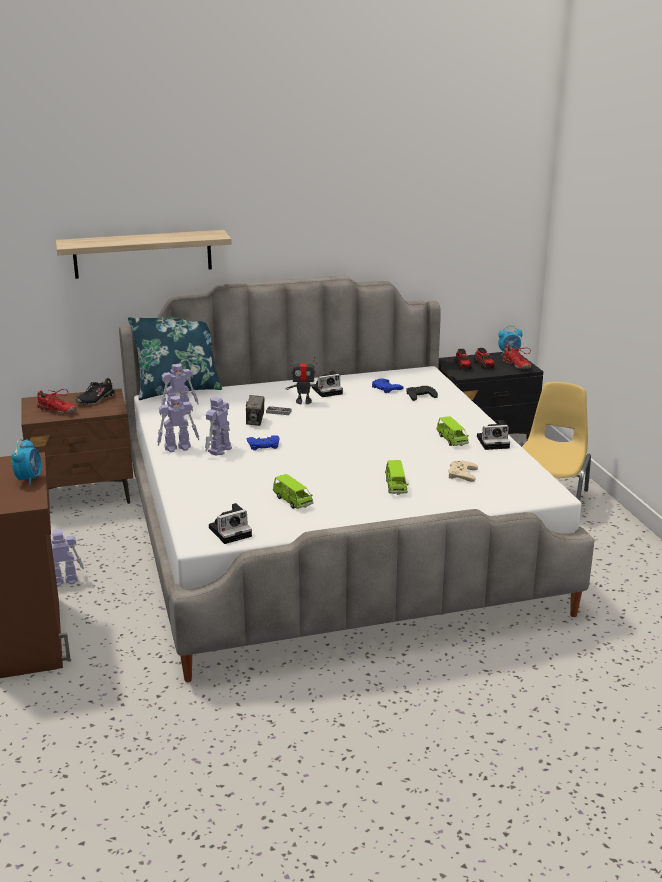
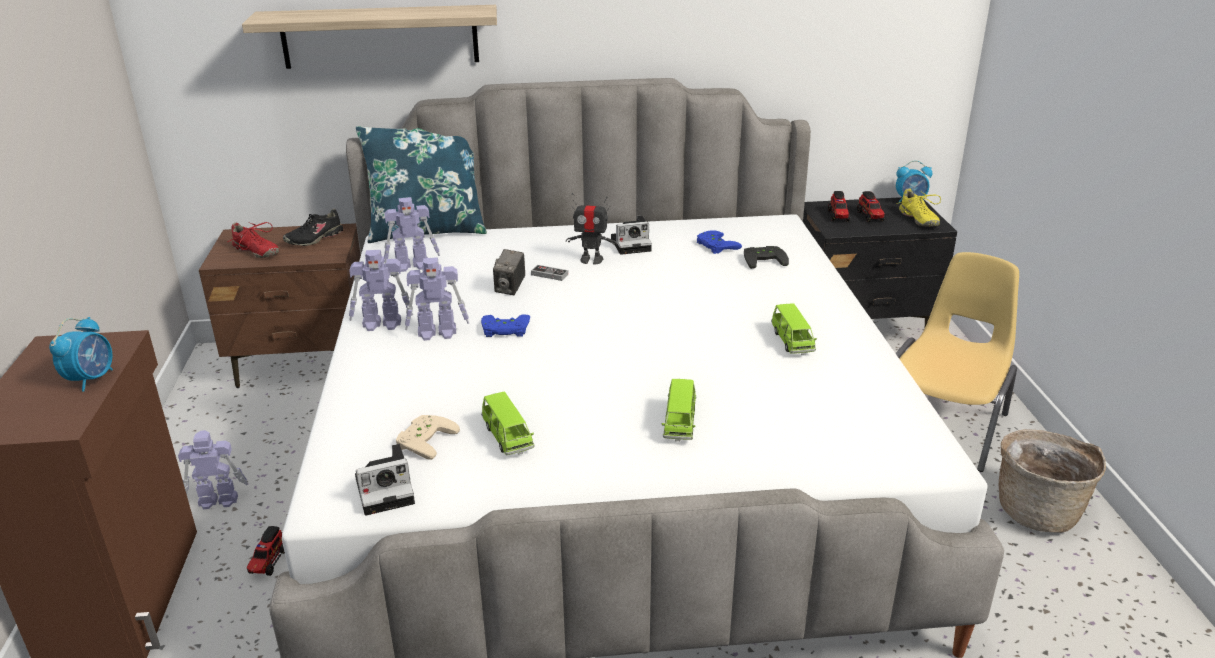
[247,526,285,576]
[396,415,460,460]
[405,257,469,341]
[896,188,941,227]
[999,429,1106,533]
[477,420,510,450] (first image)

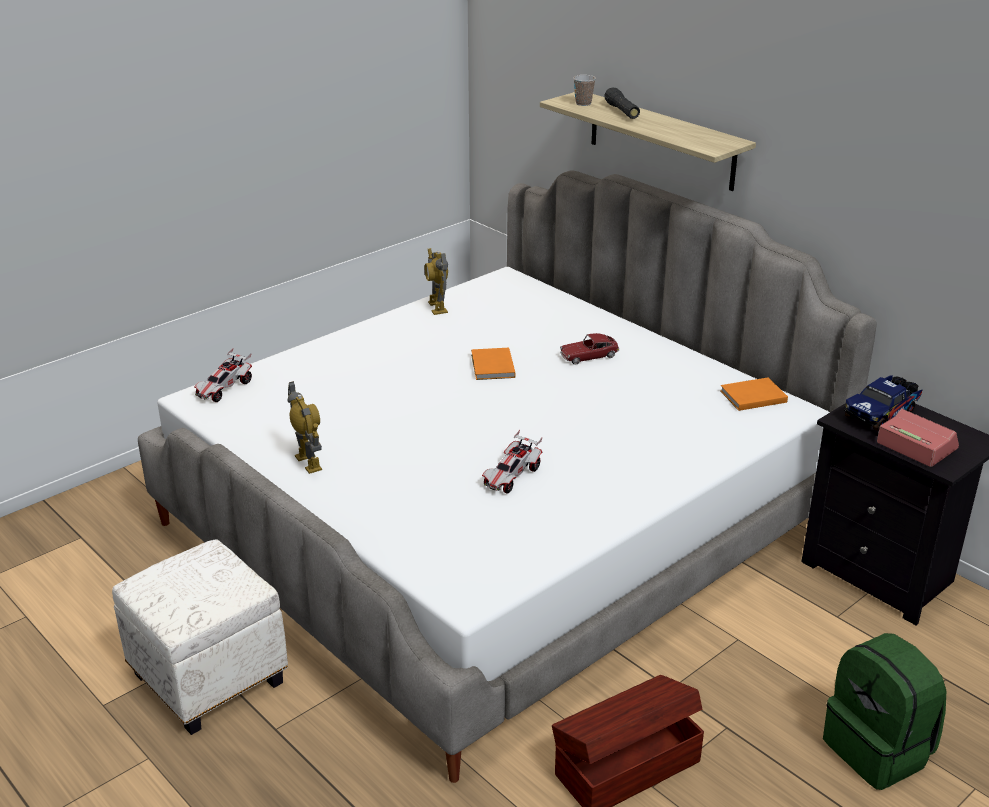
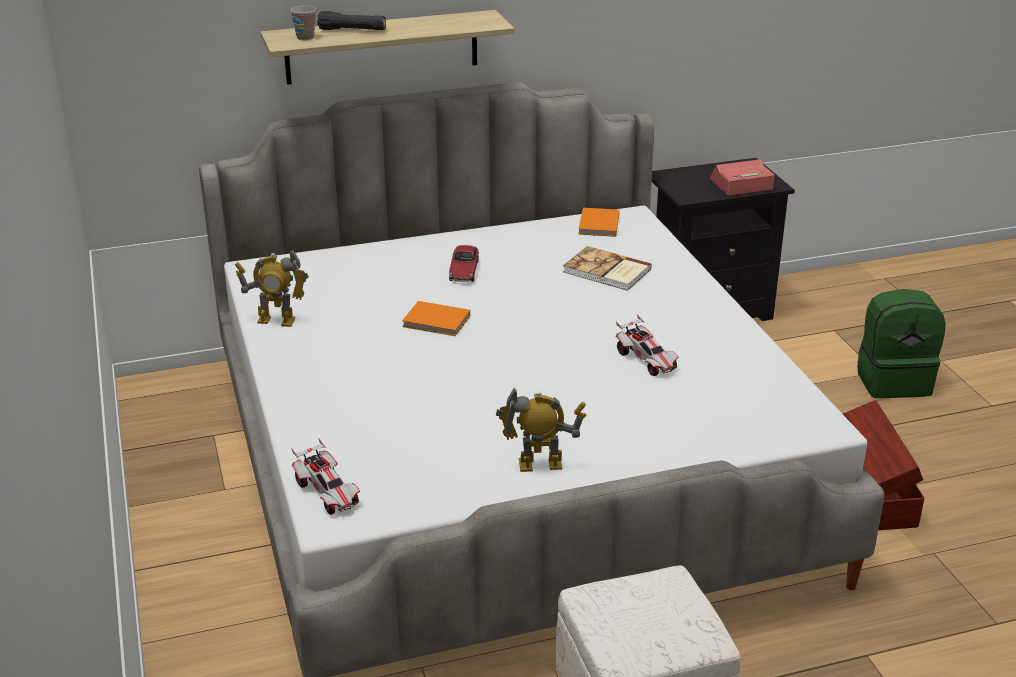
[563,246,652,291]
[844,375,923,432] (first image)

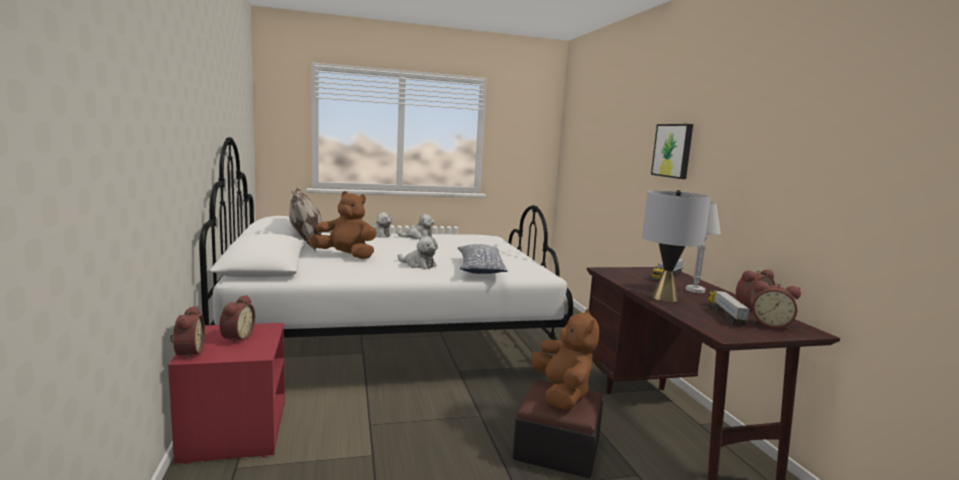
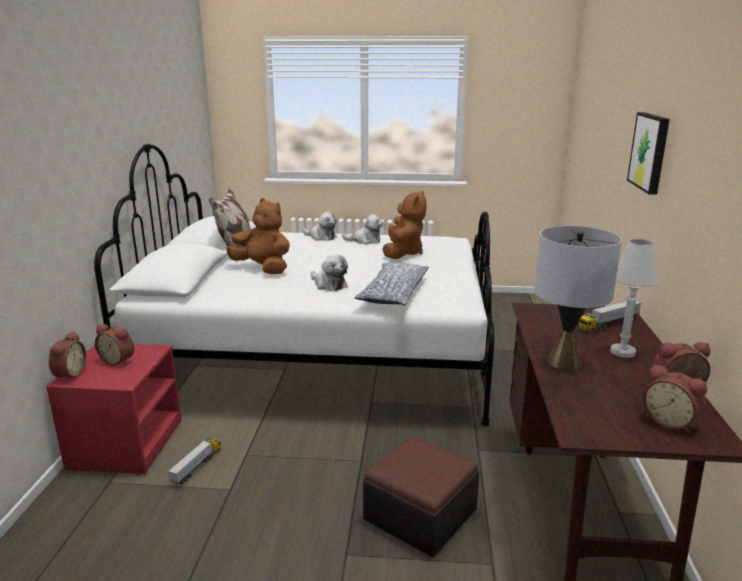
[95,324,134,365]
[168,438,221,485]
[382,190,427,259]

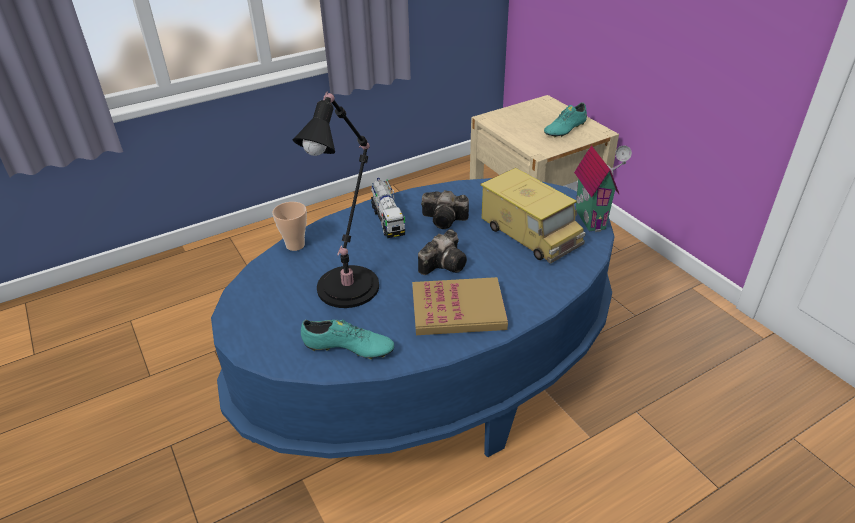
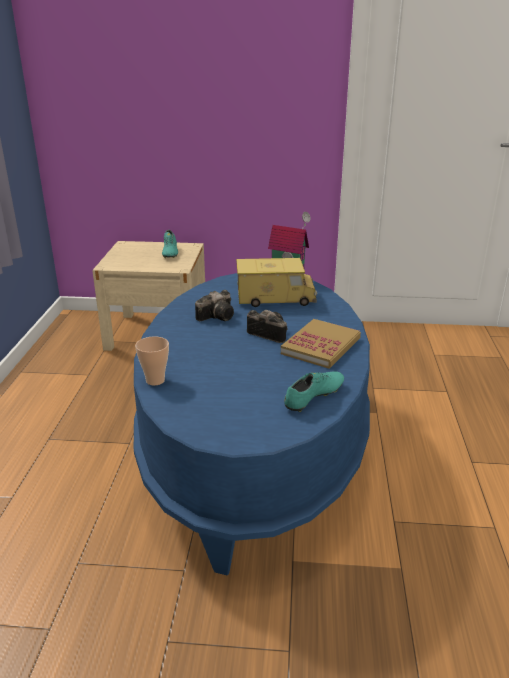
[247,310,287,343]
[293,91,379,308] (first image)
[371,178,405,238] (first image)

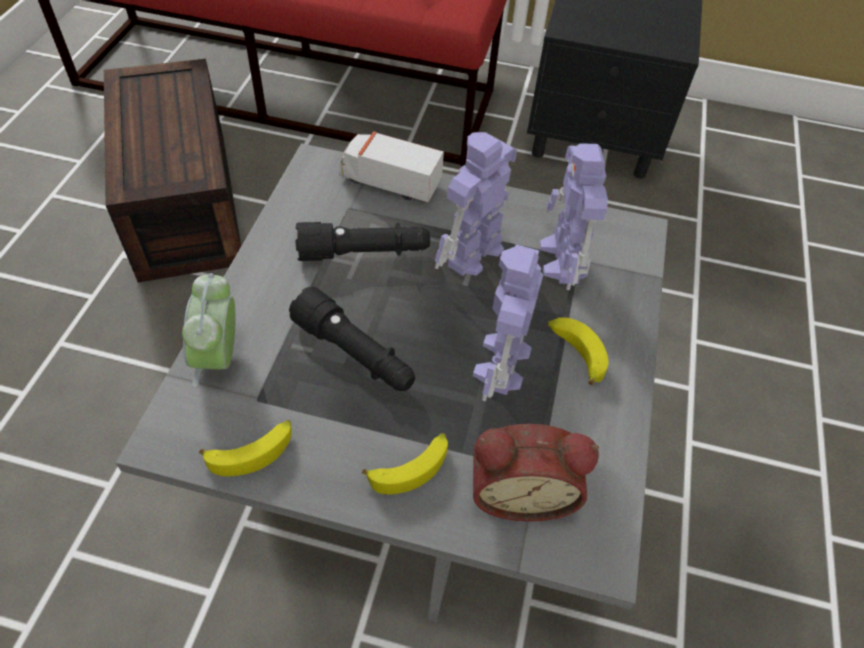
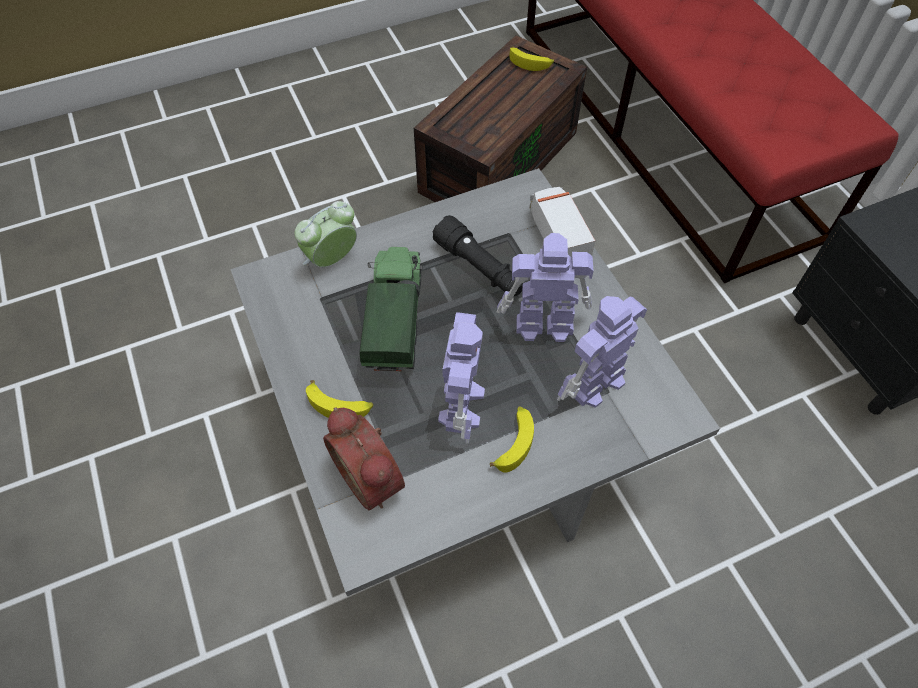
[360,247,423,372]
[438,312,485,444]
[510,46,554,71]

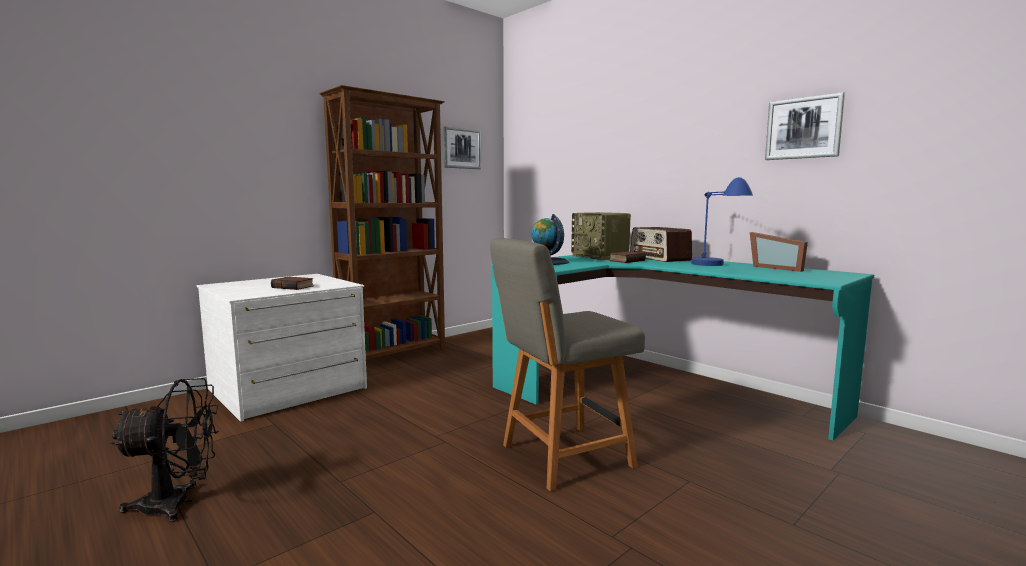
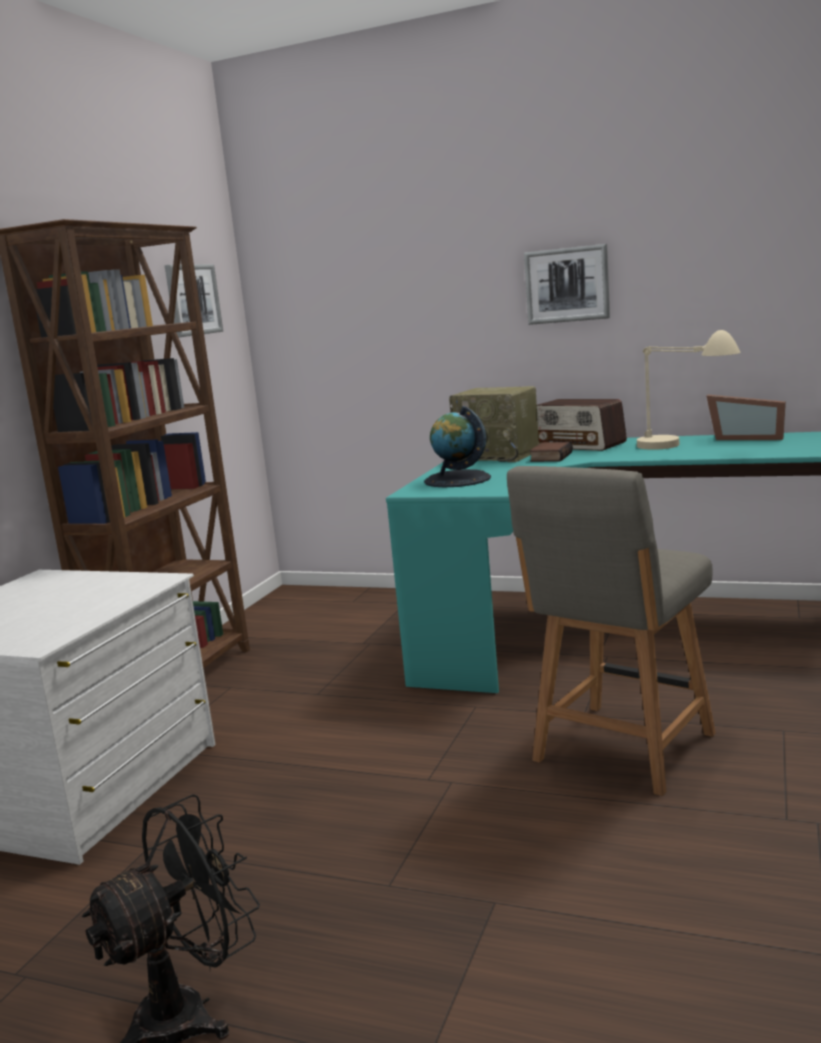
[524,244,610,325]
[637,330,741,450]
[271,277,314,290] (first image)

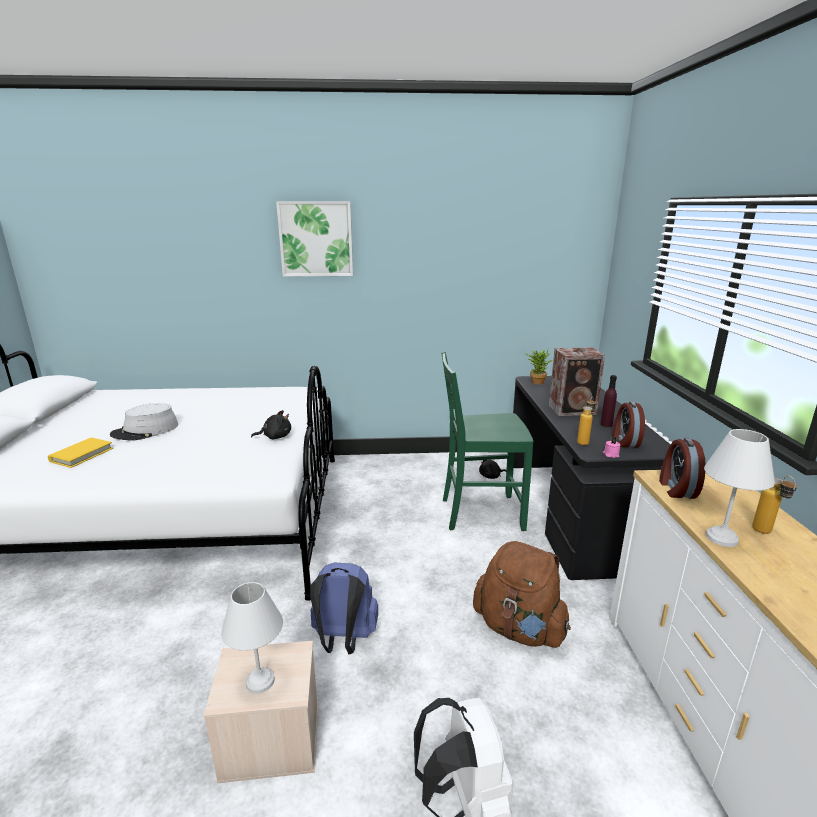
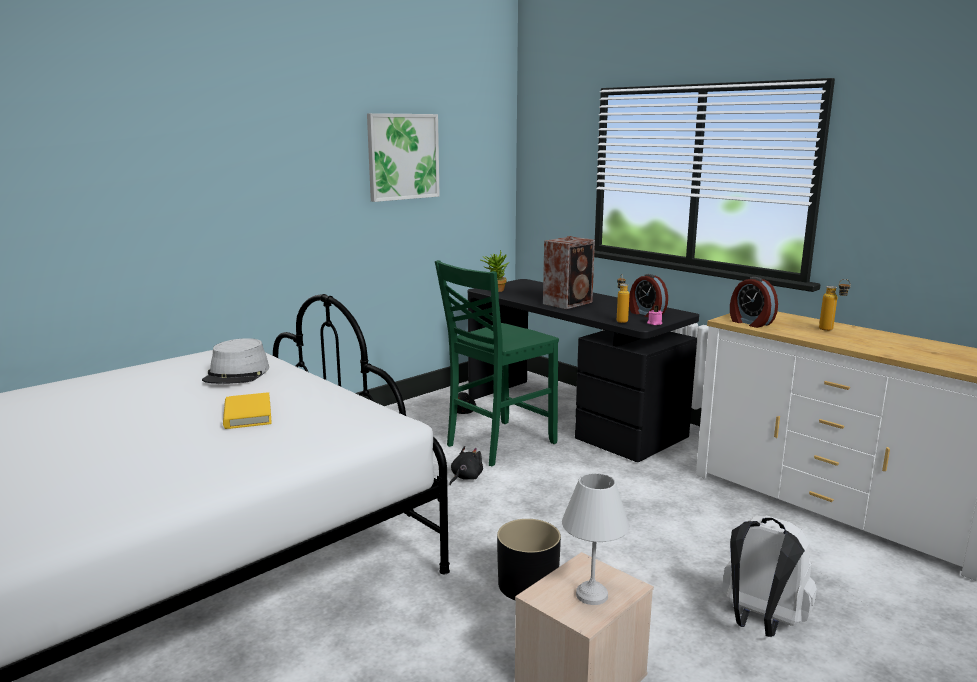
[202,338,269,384]
[223,392,272,429]
[367,113,440,202]
[450,446,483,485]
[497,519,561,601]
[473,541,571,648] (first image)
[600,375,617,427] (first image)
[704,429,775,547] (first image)

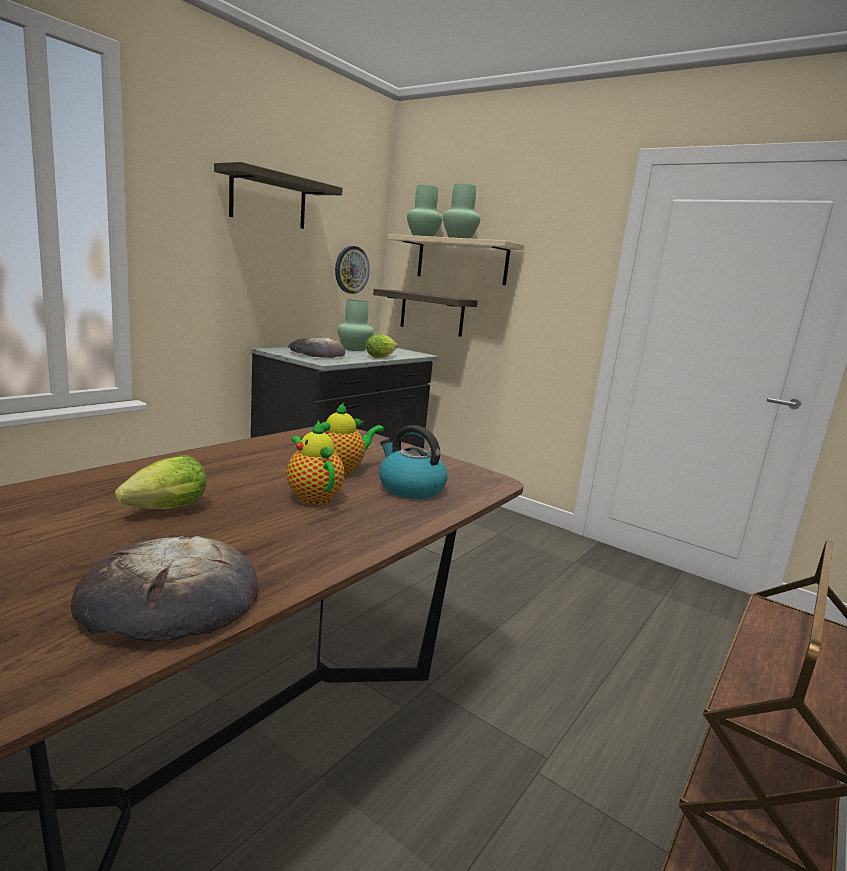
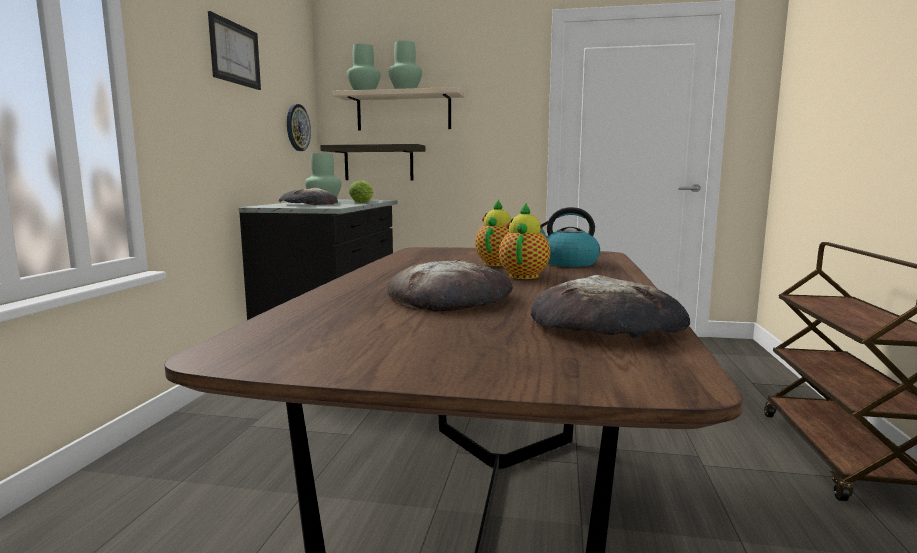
[208,11,261,90]
[387,260,513,312]
[499,203,550,279]

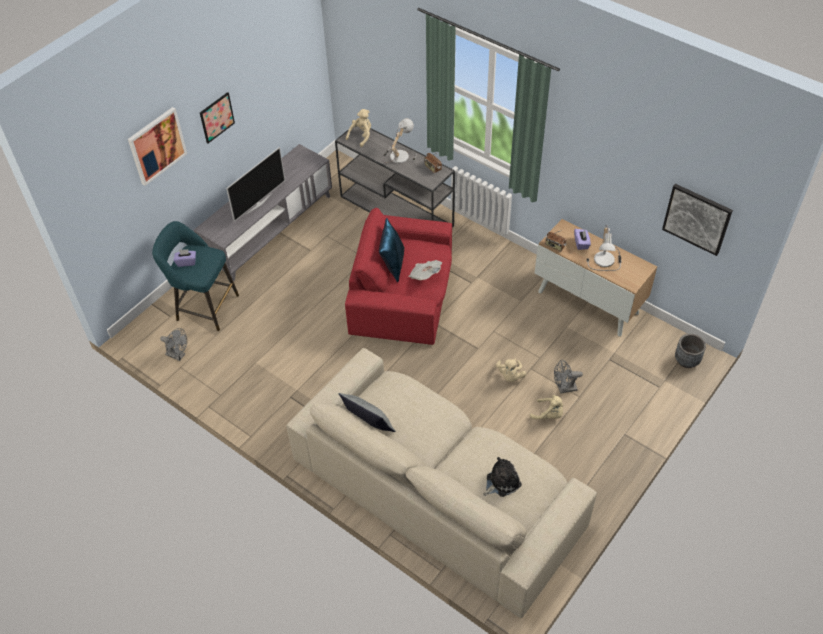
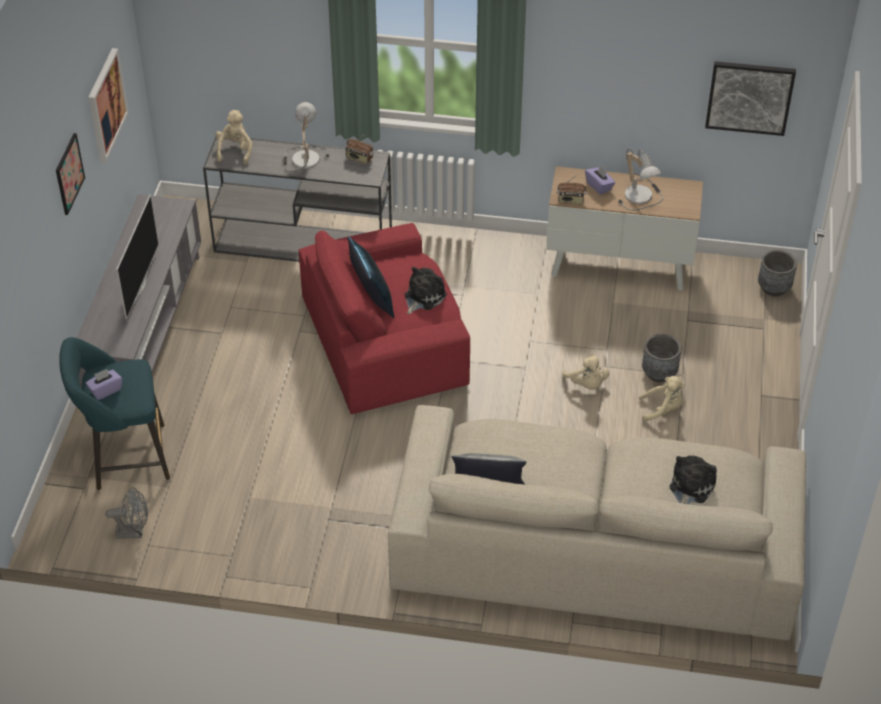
[88,48,129,162]
[404,267,447,314]
[642,334,681,383]

